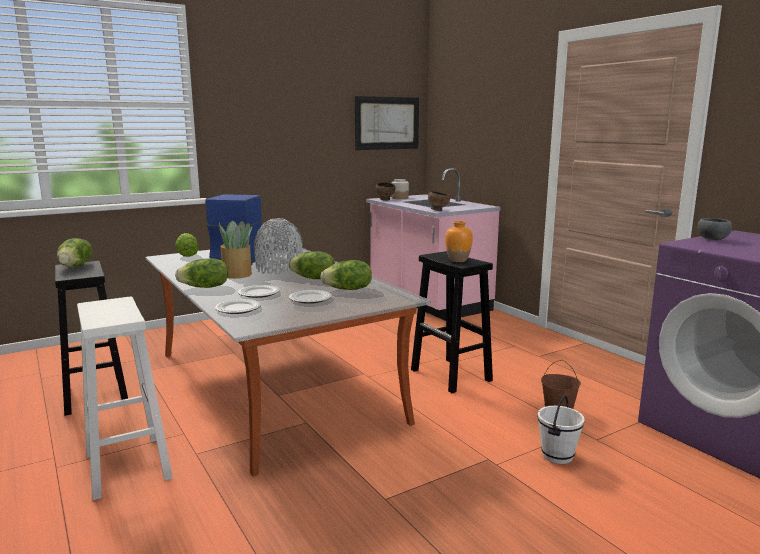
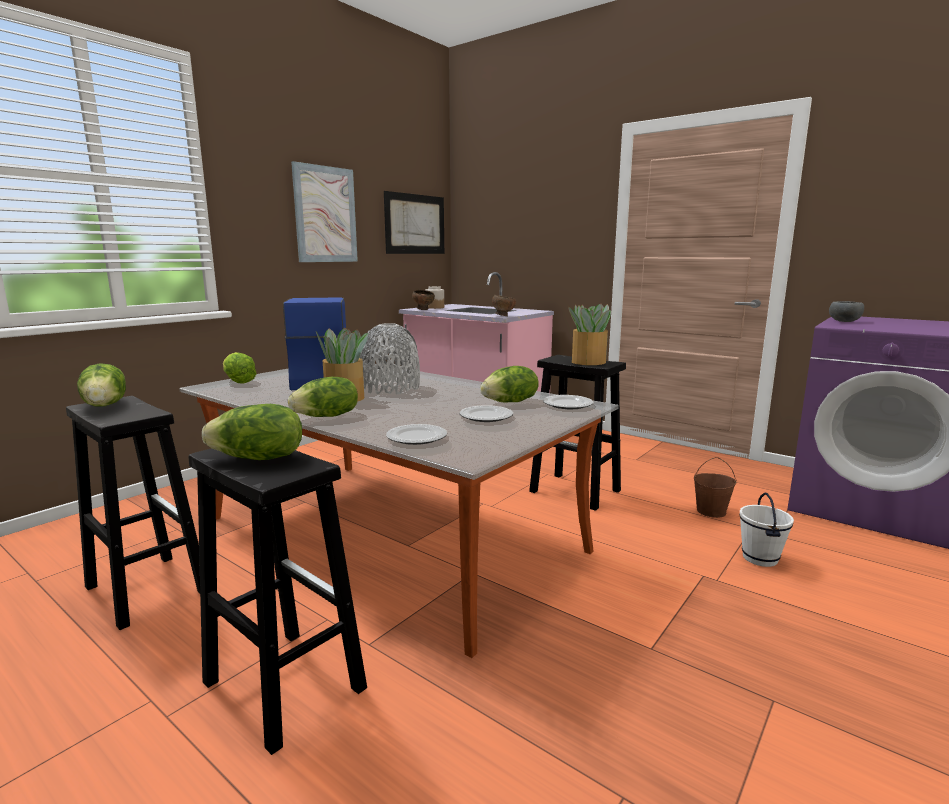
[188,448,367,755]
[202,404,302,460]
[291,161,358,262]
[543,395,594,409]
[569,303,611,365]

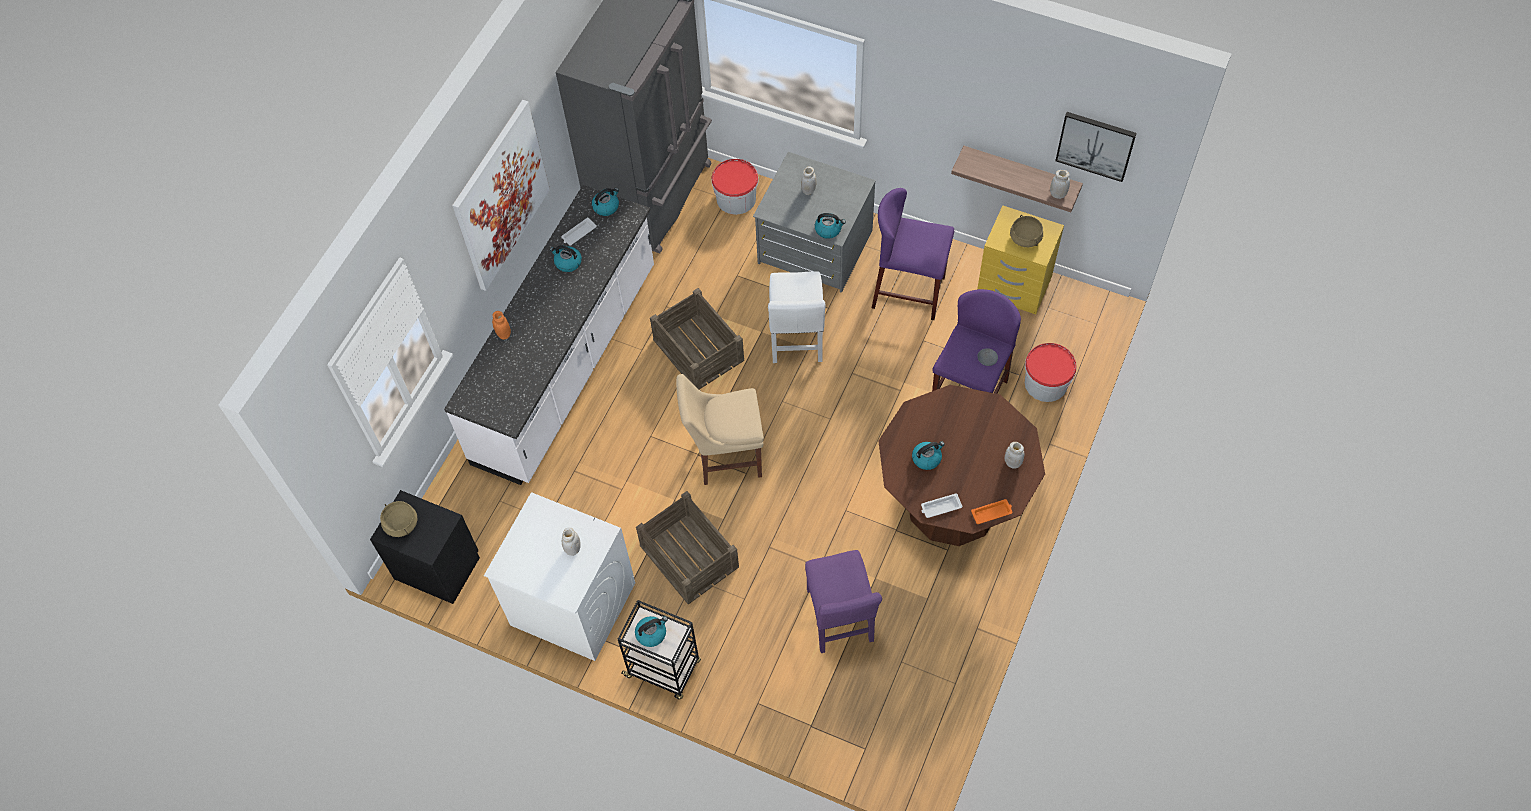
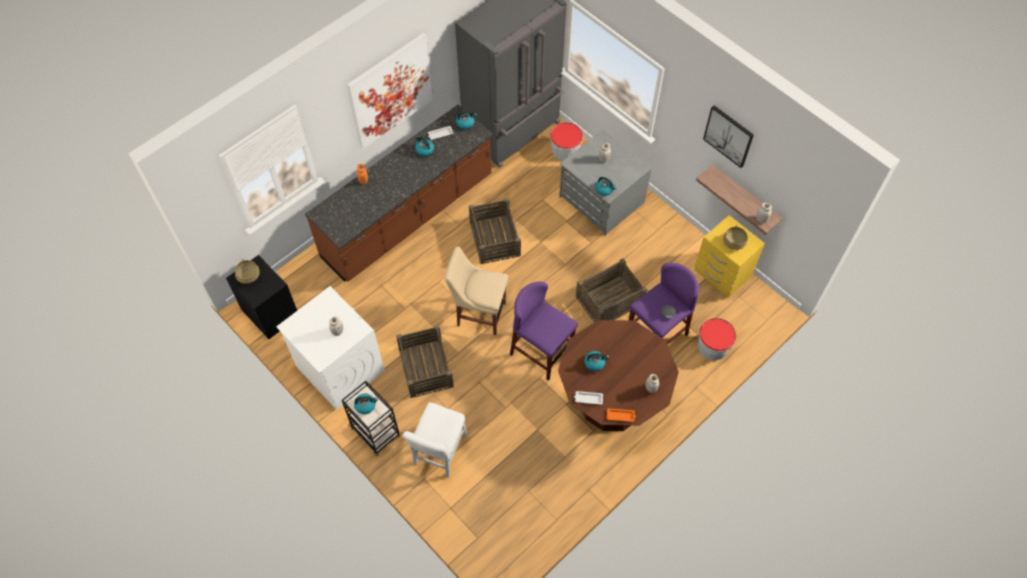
[305,105,493,282]
[402,402,467,478]
[510,282,578,381]
[575,258,647,322]
[703,105,754,168]
[805,550,882,653] (first image)

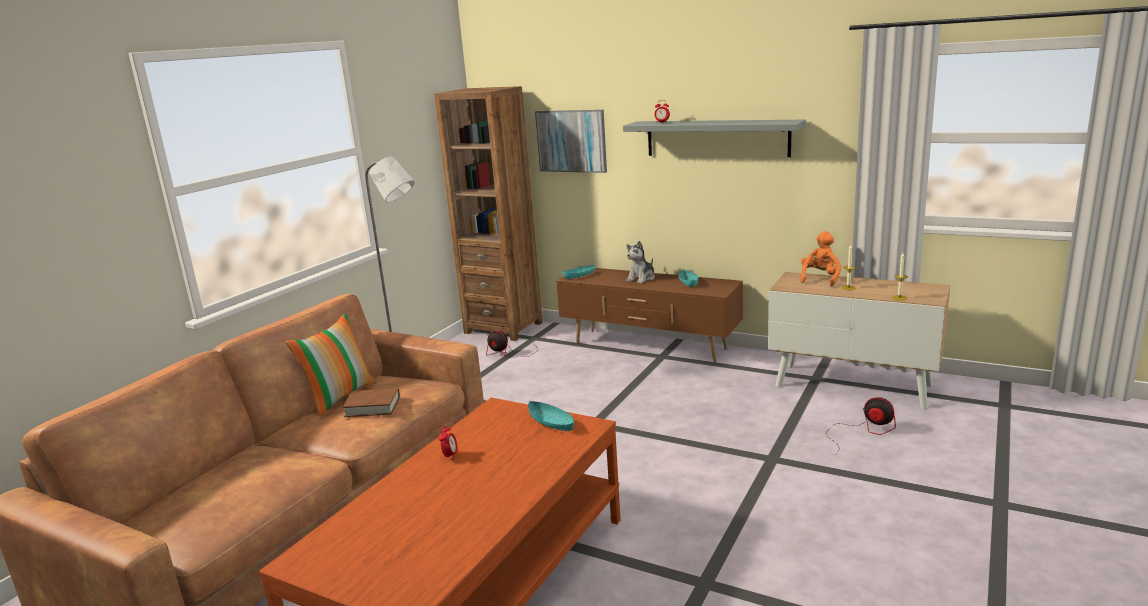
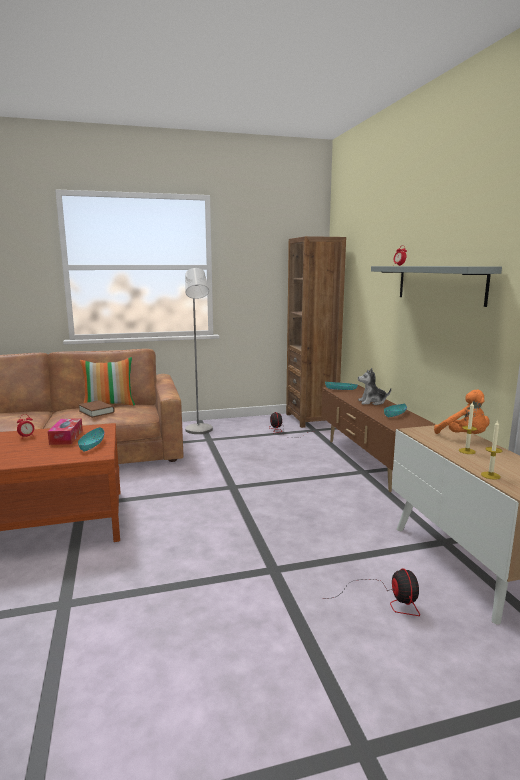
[48,418,83,445]
[434,389,490,434]
[535,110,607,173] (first image)

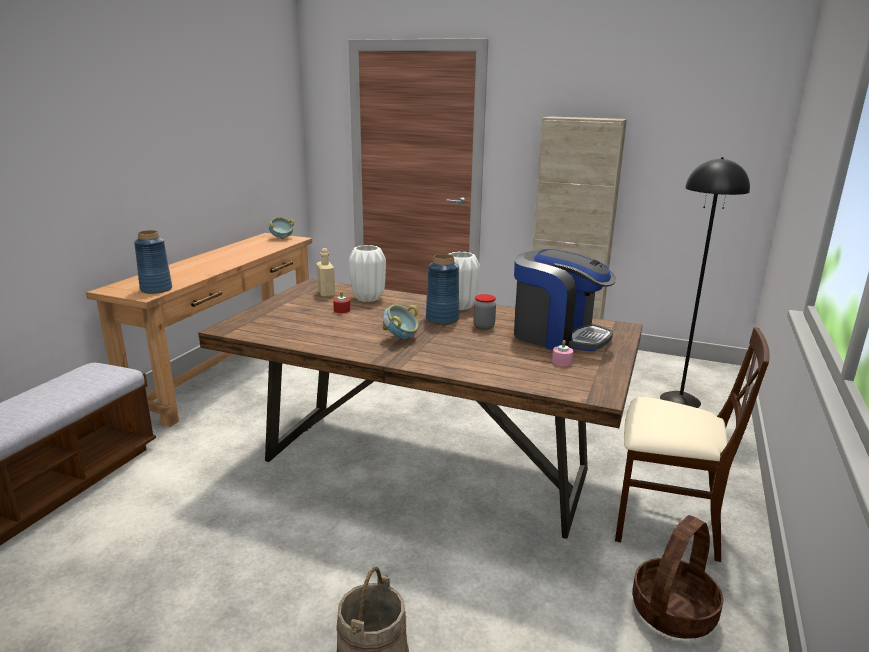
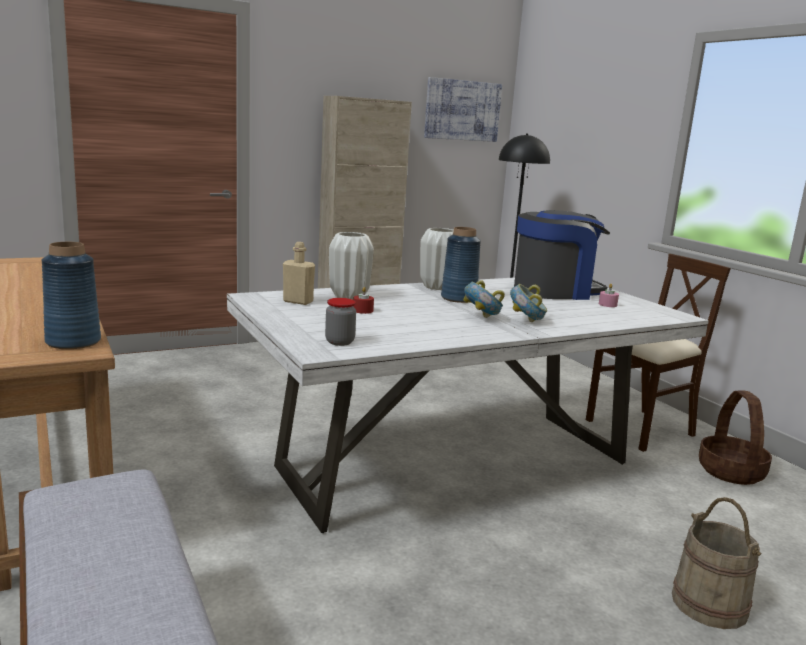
[227,277,709,533]
[325,298,356,346]
[424,77,502,142]
[510,284,547,322]

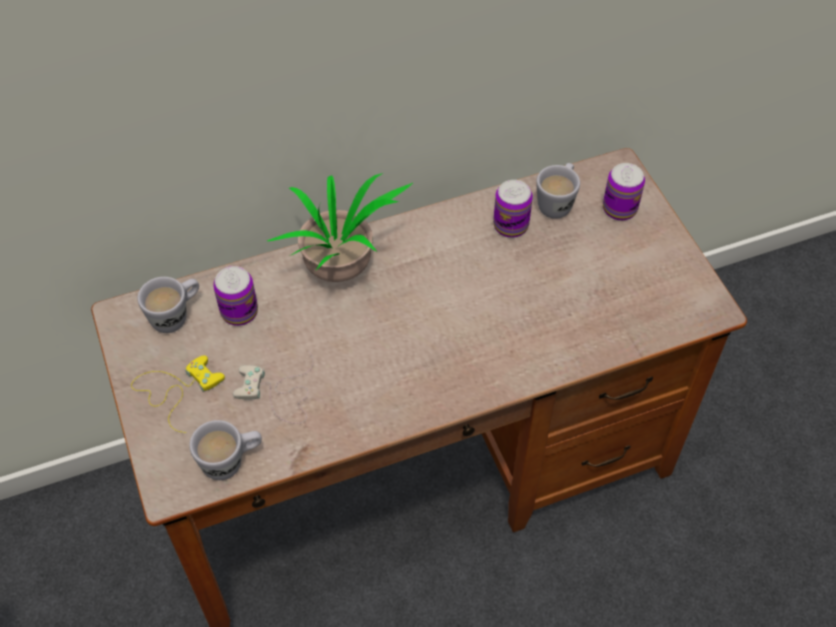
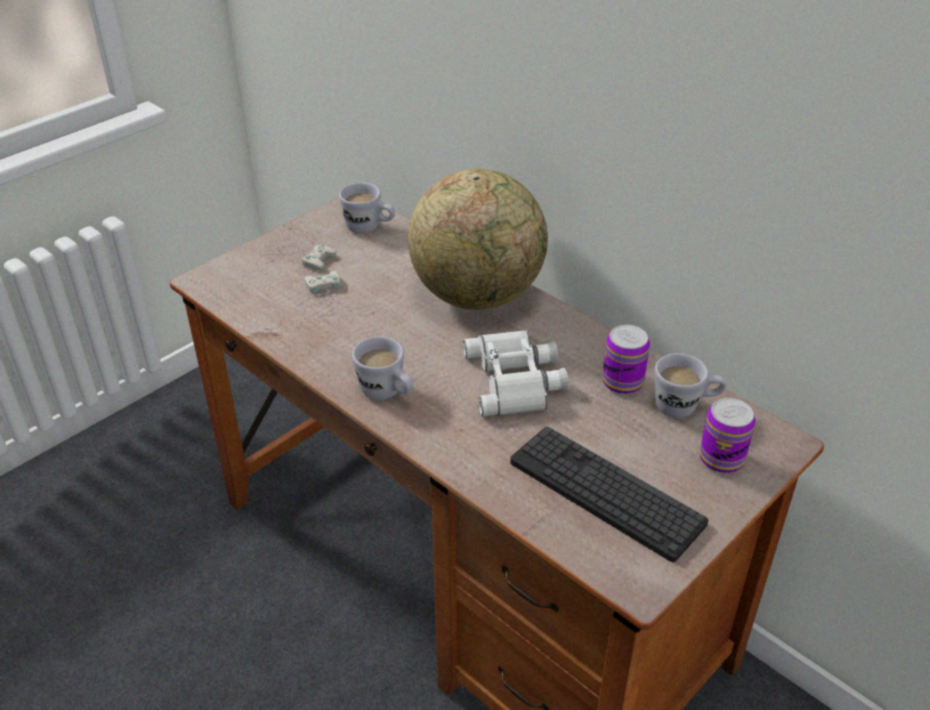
[256,228,336,270]
[352,337,413,400]
[408,169,548,310]
[463,330,569,416]
[510,427,708,562]
[213,266,258,326] (first image)

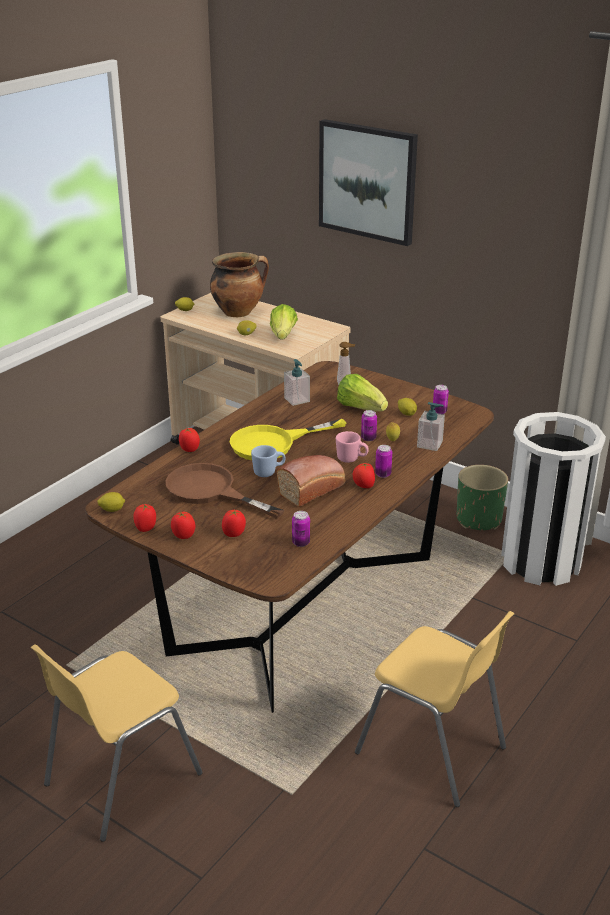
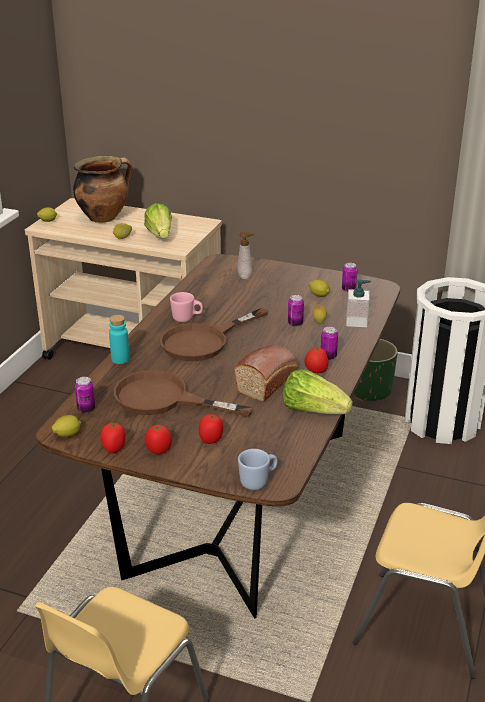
[75,377,95,413]
[109,315,130,364]
[160,308,269,361]
[170,292,203,322]
[238,449,278,490]
[283,369,353,414]
[284,359,310,406] (first image)
[319,119,418,246] (first image)

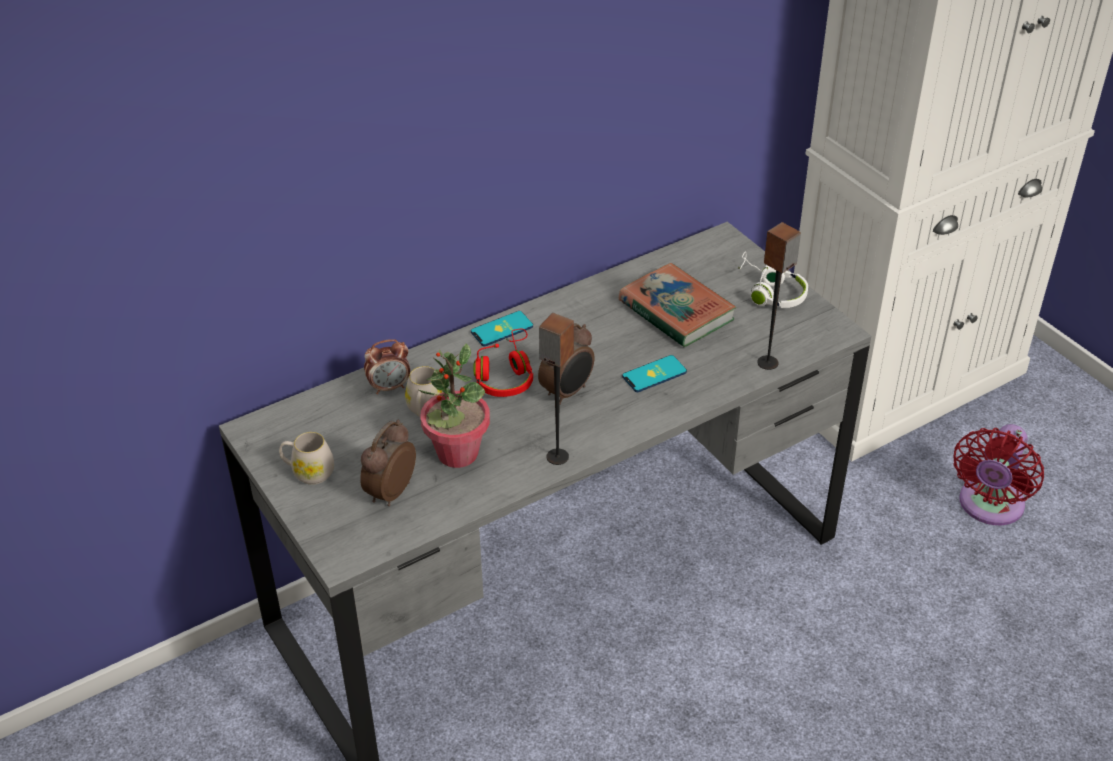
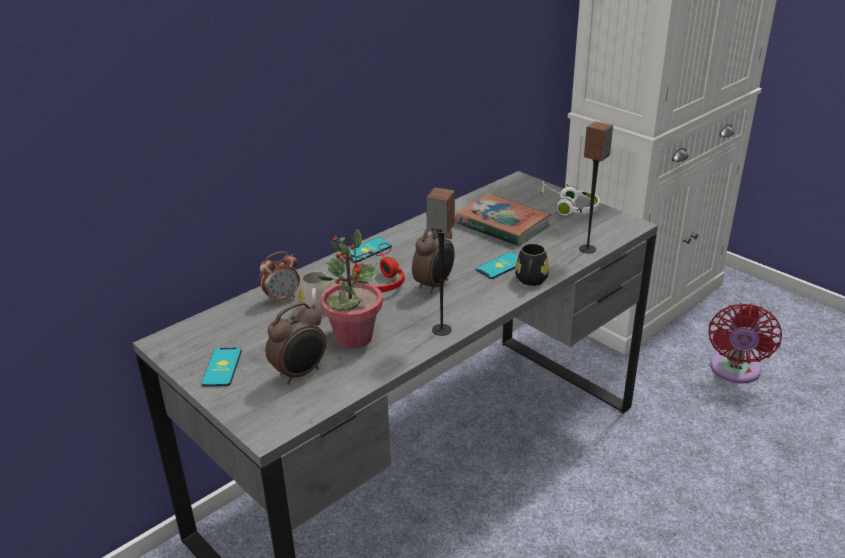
[201,347,242,387]
[266,302,326,385]
[515,244,549,286]

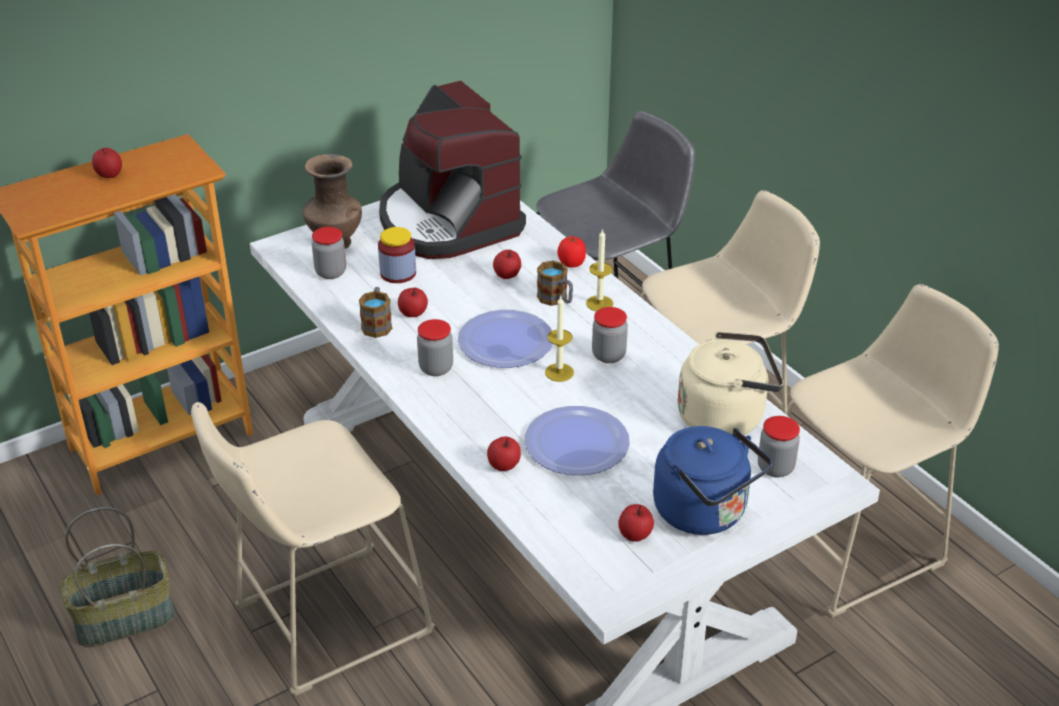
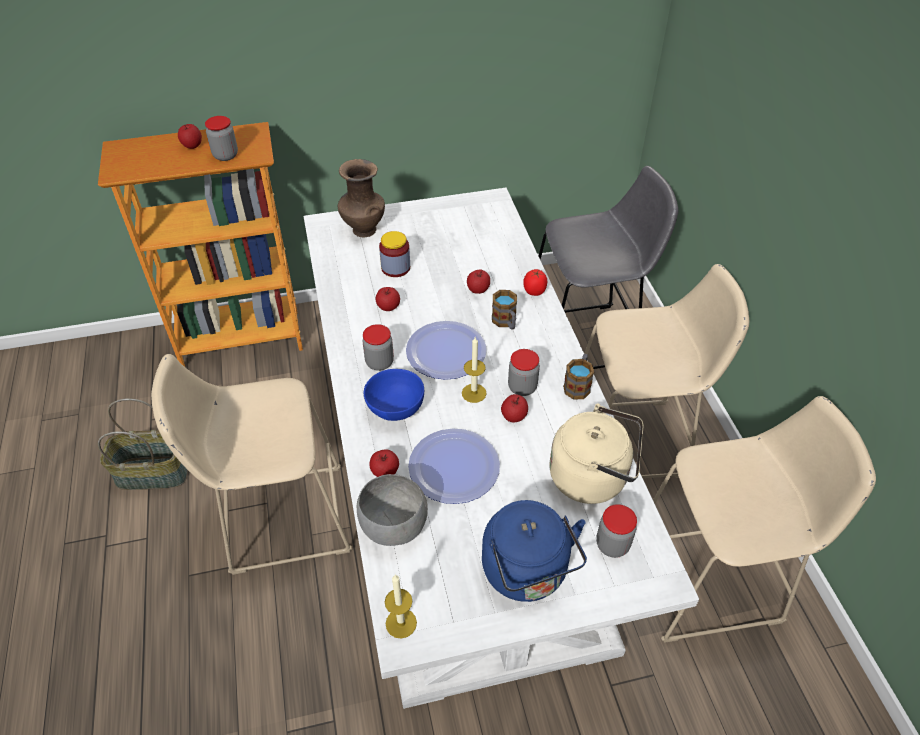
[205,116,238,161]
[357,474,428,546]
[364,369,424,421]
[385,575,417,639]
[501,394,528,423]
[563,354,594,400]
[379,81,526,259] (first image)

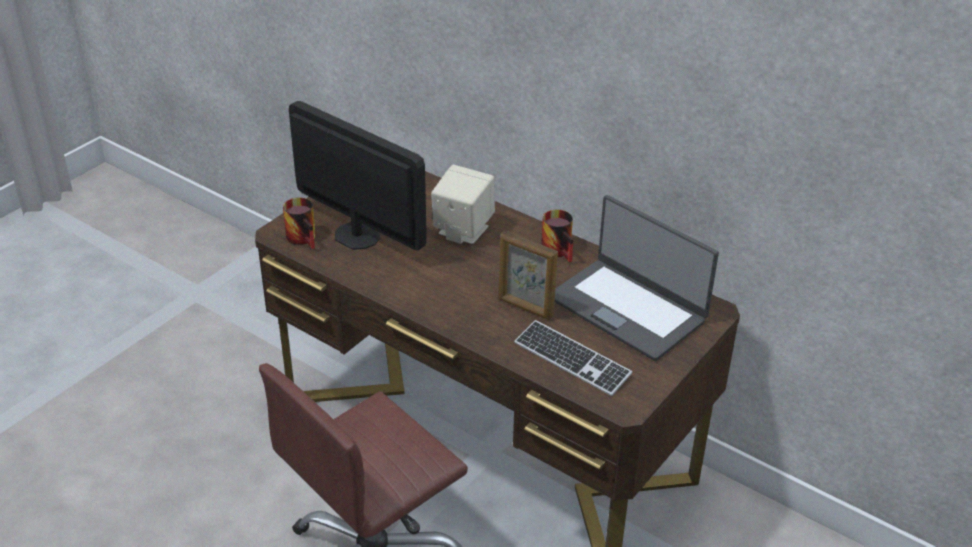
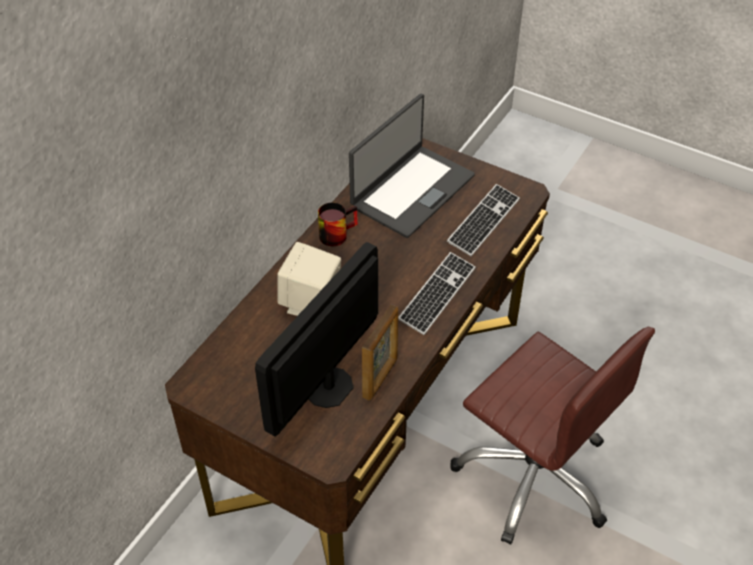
[362,304,398,400]
[398,252,476,335]
[283,198,316,249] (first image)

